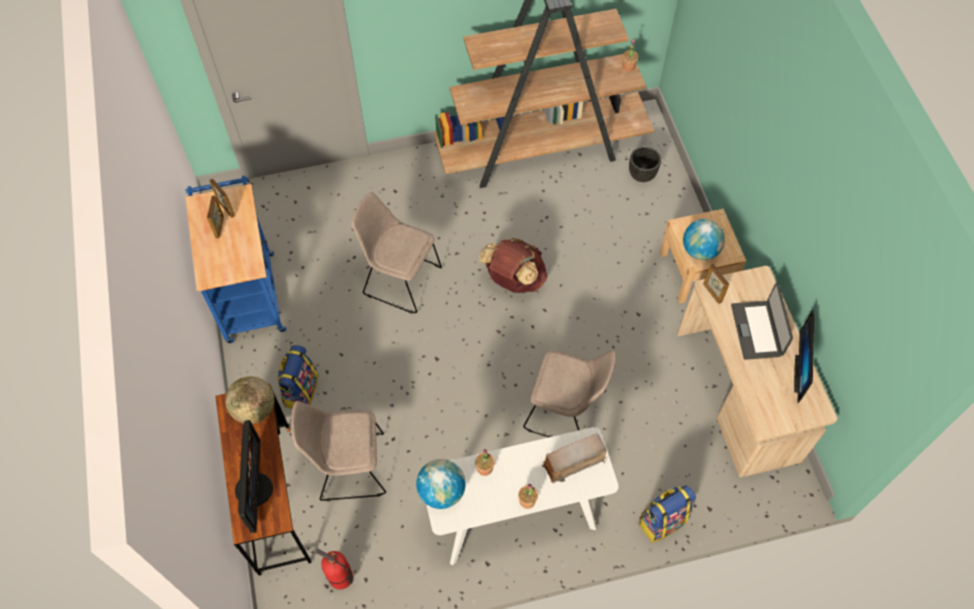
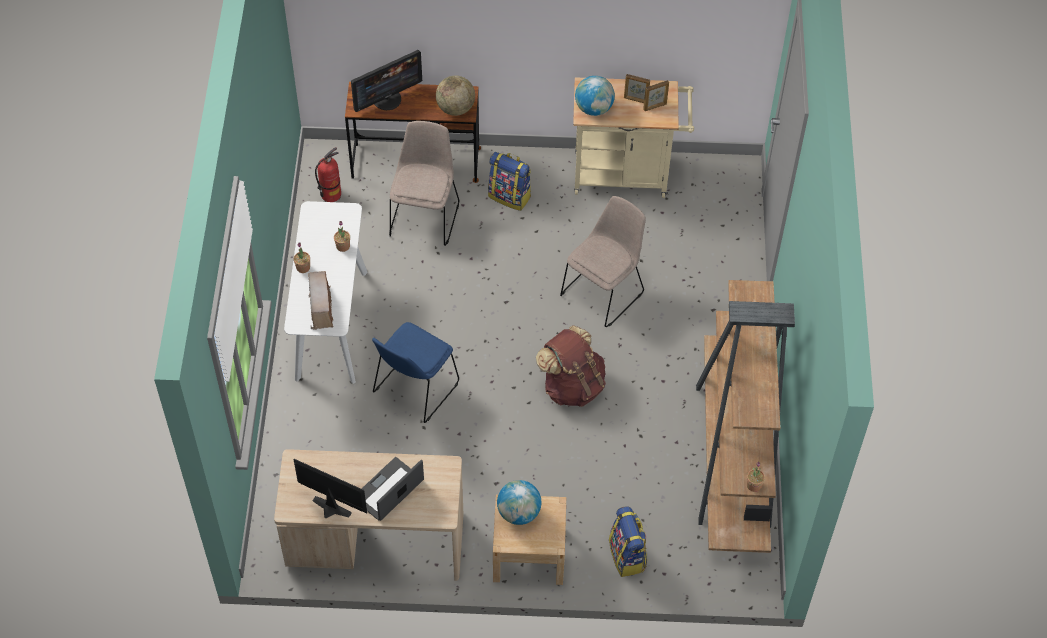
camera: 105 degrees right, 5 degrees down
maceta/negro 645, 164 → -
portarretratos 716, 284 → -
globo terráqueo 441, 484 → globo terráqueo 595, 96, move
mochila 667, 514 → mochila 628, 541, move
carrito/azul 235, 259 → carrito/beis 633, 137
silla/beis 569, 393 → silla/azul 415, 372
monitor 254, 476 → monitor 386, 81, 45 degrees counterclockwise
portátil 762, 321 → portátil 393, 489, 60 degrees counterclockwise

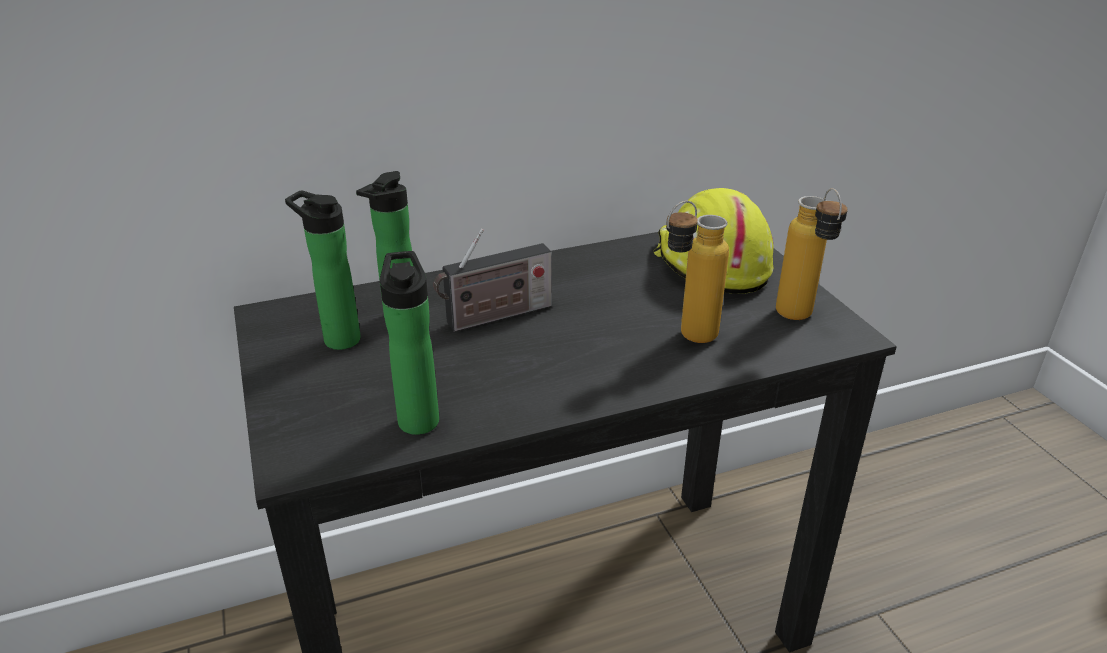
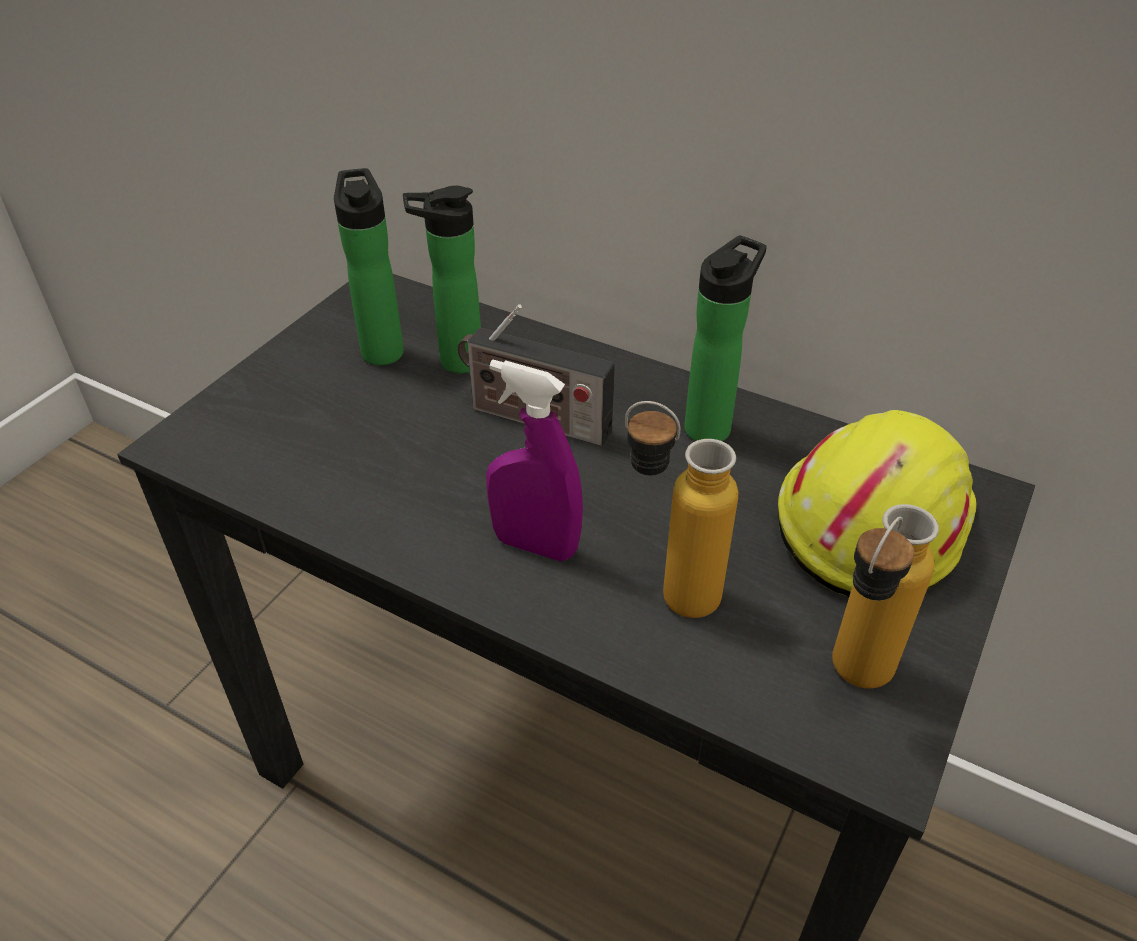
camera: 50 degrees right, 10 degrees up
- → pulverizador/morado 534, 460
botella 409, 343 → botella 725, 338, move

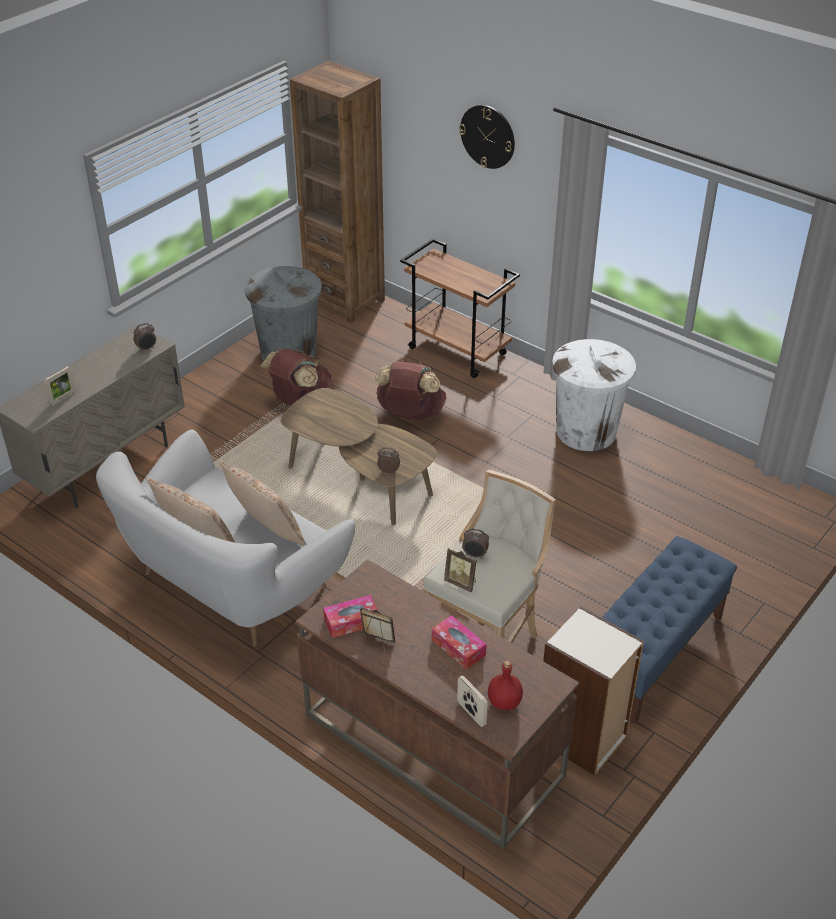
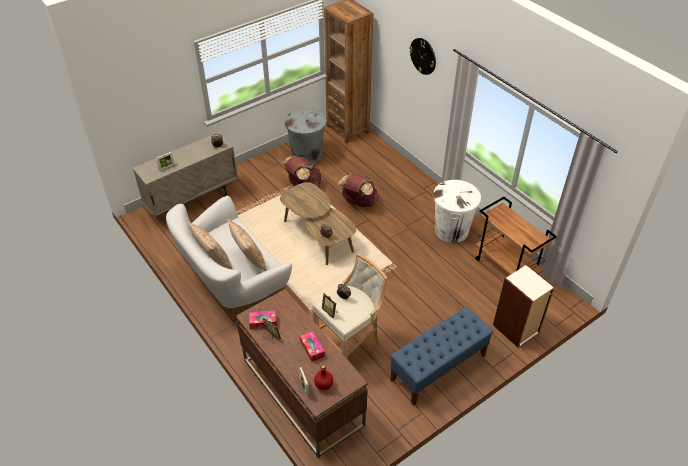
camera: 15 degrees right, 5 degrees up
carrito/marrón 460, 308 → carrito/marrón 516, 236, move
estantería 593, 691 → estantería 524, 306, move

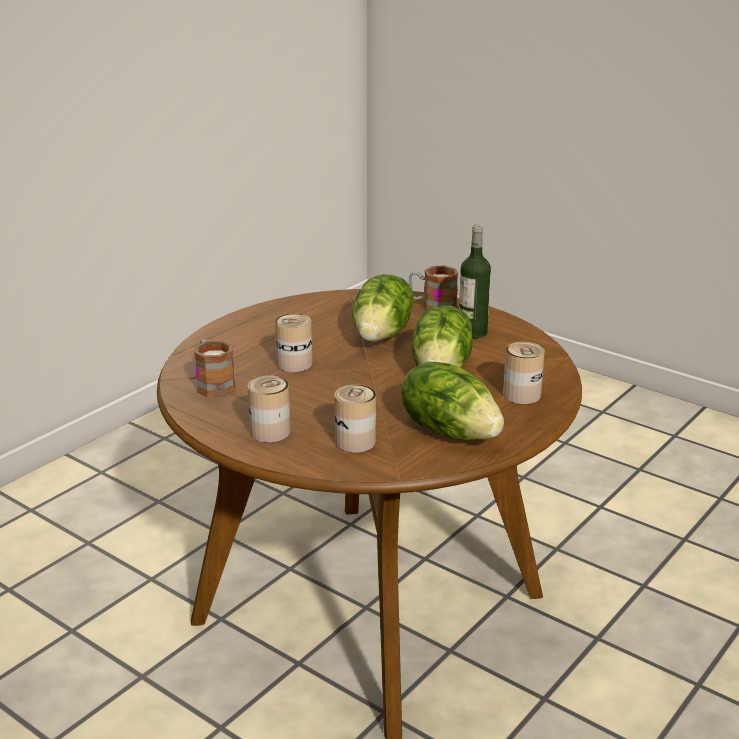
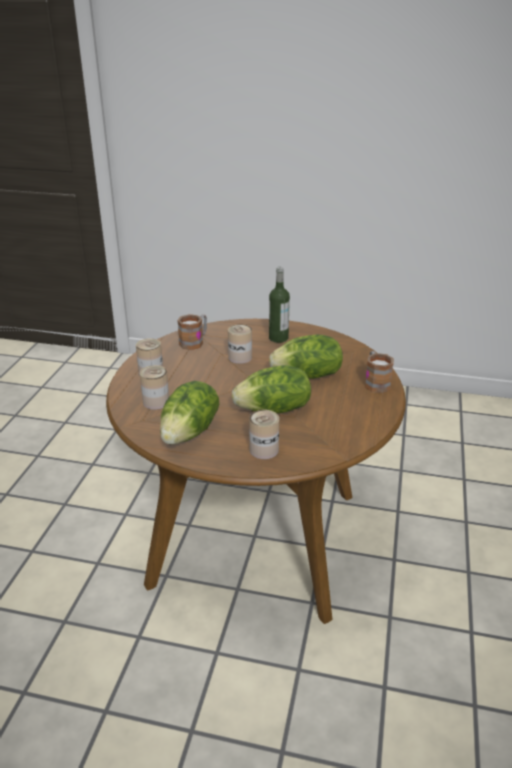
camera: 65 degrees right, 5 degrees up
botella 475, 281 → botella 279, 305, move

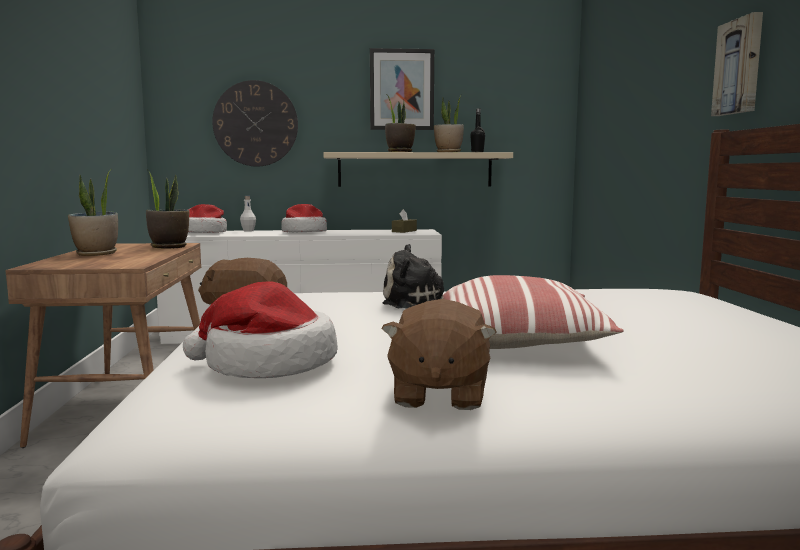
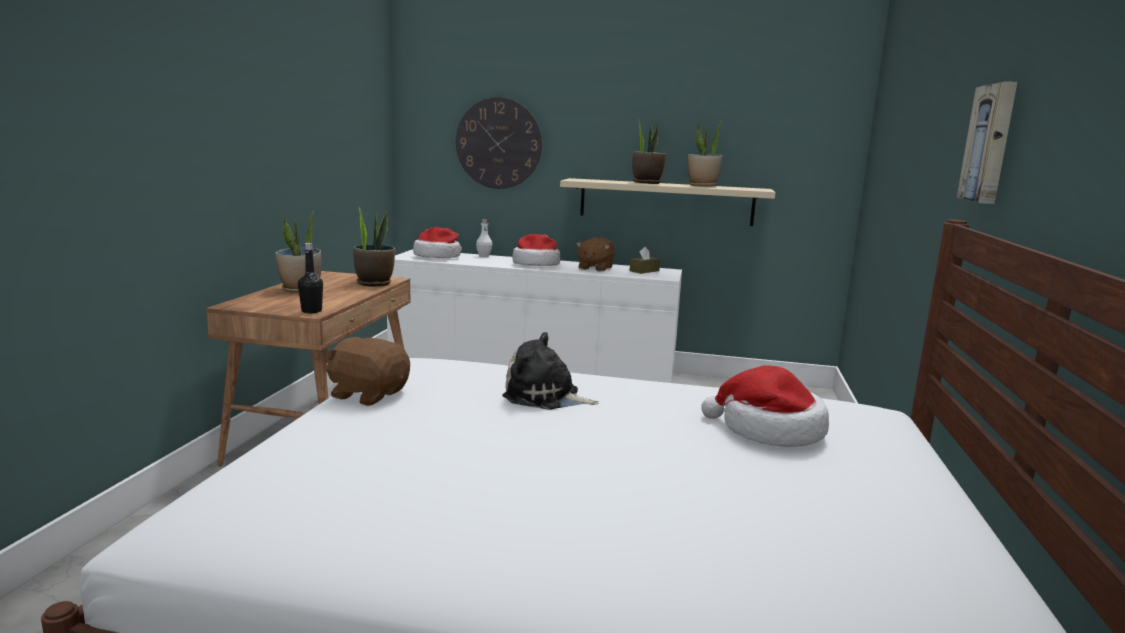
camera: 15 degrees right, 5 degrees up
cuadro 402, 89 → -
cojín 533, 312 → -
sombrero 260, 329 → sombrero 765, 406, move
peluche/marrón 439, 354 → peluche/marrón 595, 254, move
botella/negro 477, 130 → botella/negro 310, 278, move

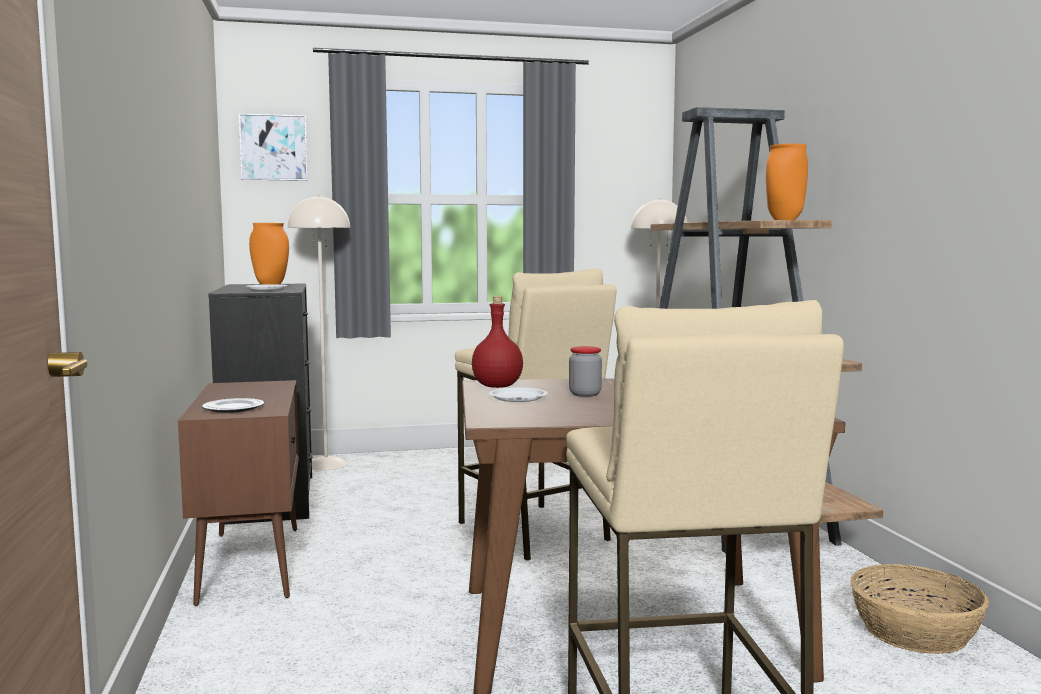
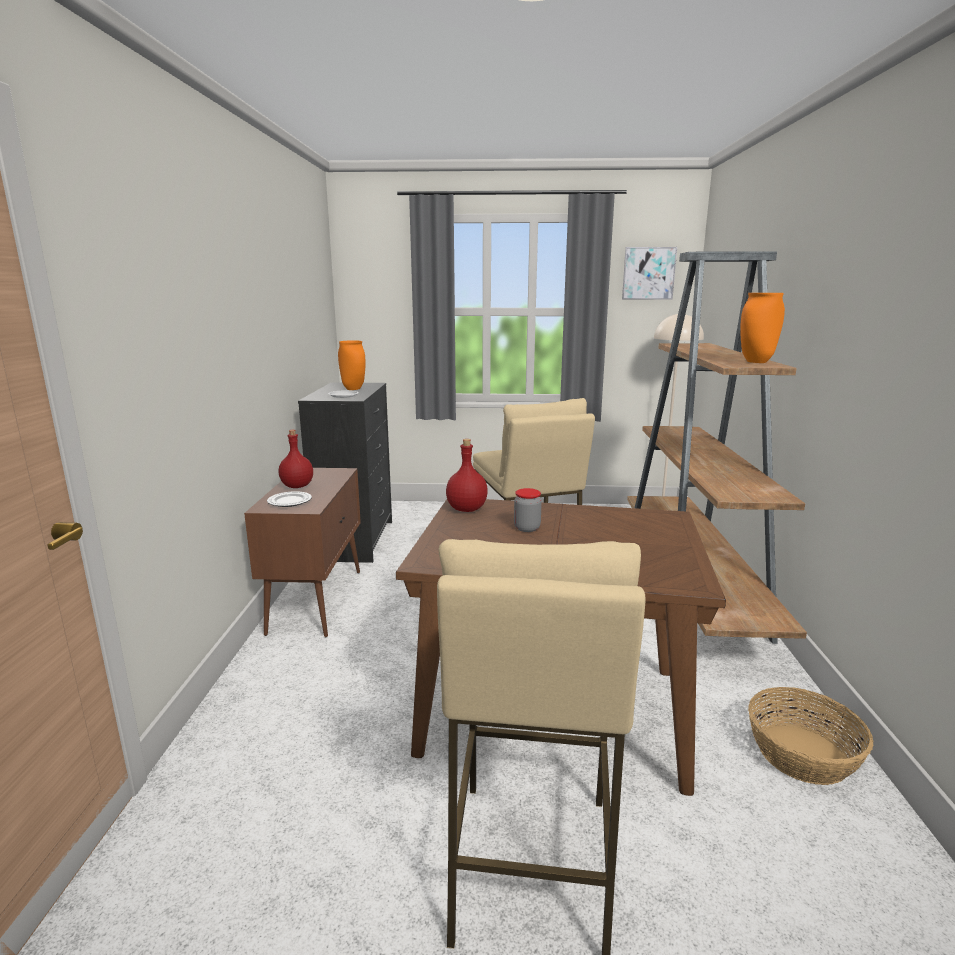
camera: 15 degrees right, 10 degrees up
lámpara de pie/beis 319, 332 → -
plato/blanco 518, 394 → -
- → botella/rojo 296, 459
cuadro 273, 147 → cuadro 649, 273, move

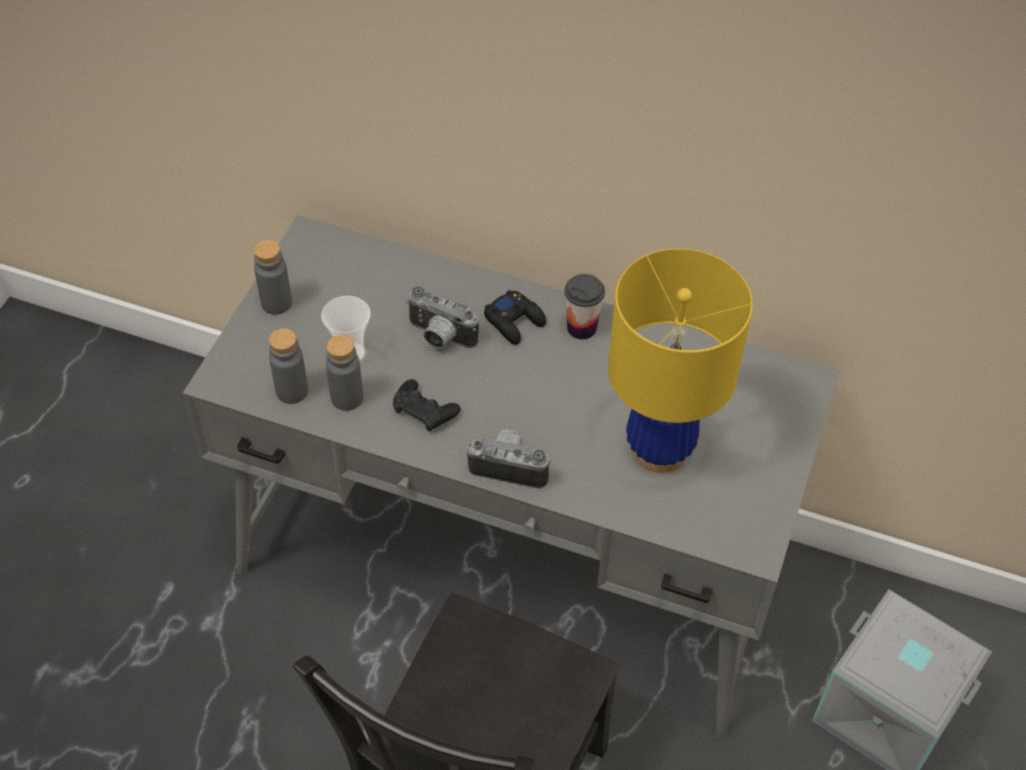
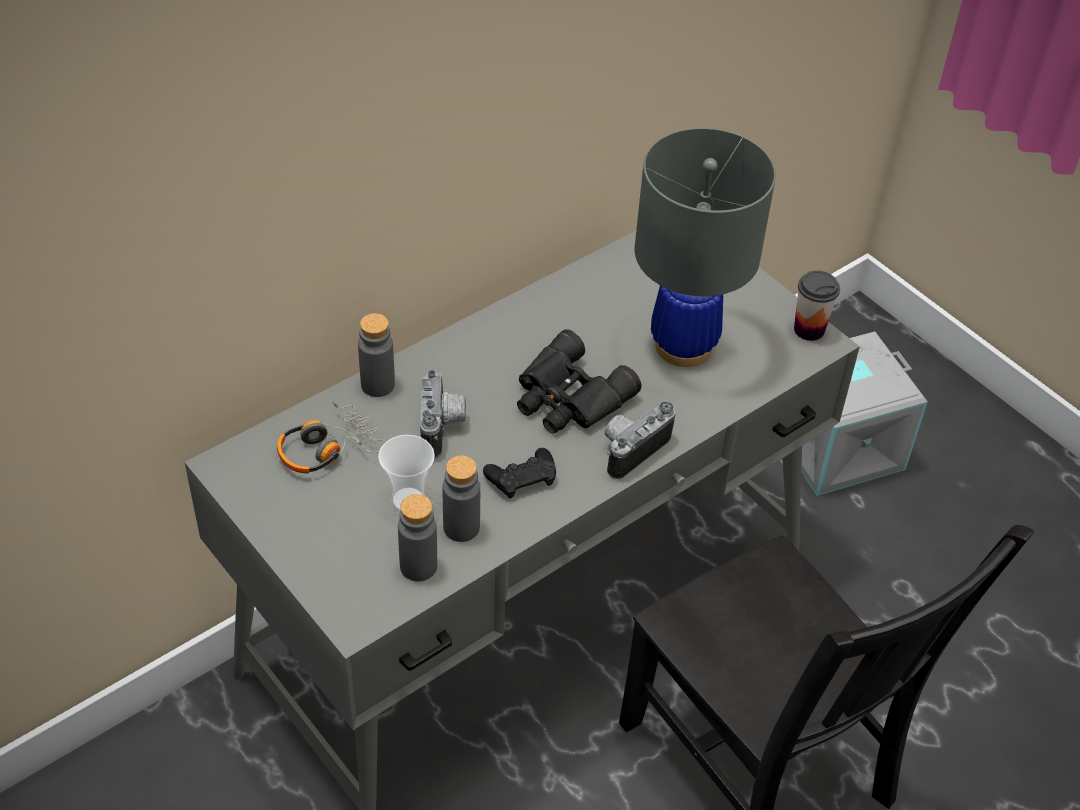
camera: 60 degrees left, 5 degrees down
mando de consola/negro 515, 317 → -
- → auriculares 331, 437
- → prismáticos/negro 579, 381
botella/gris 273, 277 → botella/gris 376, 355, move
taza 584, 307 → taza 817, 305, move
lámpara de mesa/amarillo 680, 361 → lámpara de mesa/gris 705, 247
cámara 442, 317 → cámara 443, 414, 60 degrees counterclockwise

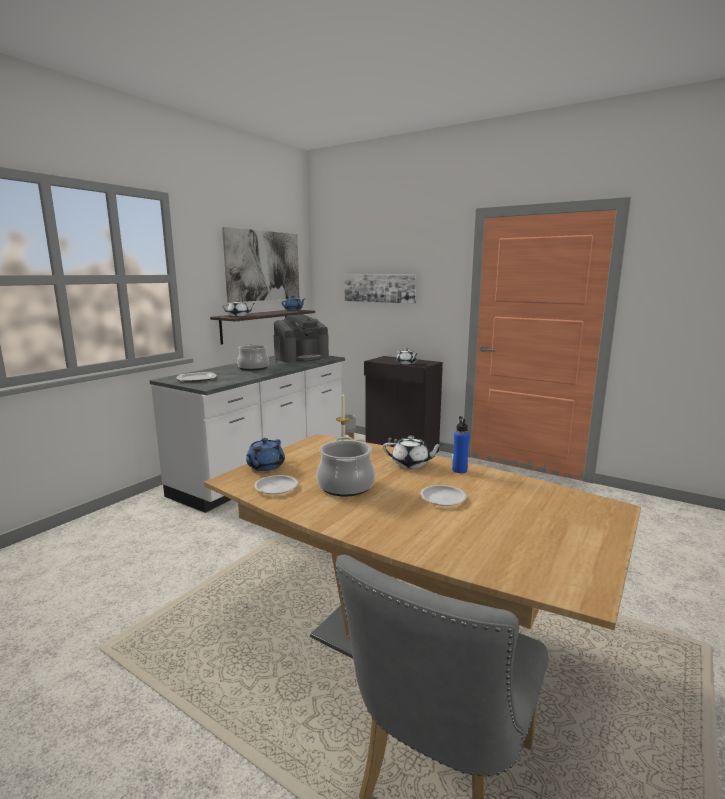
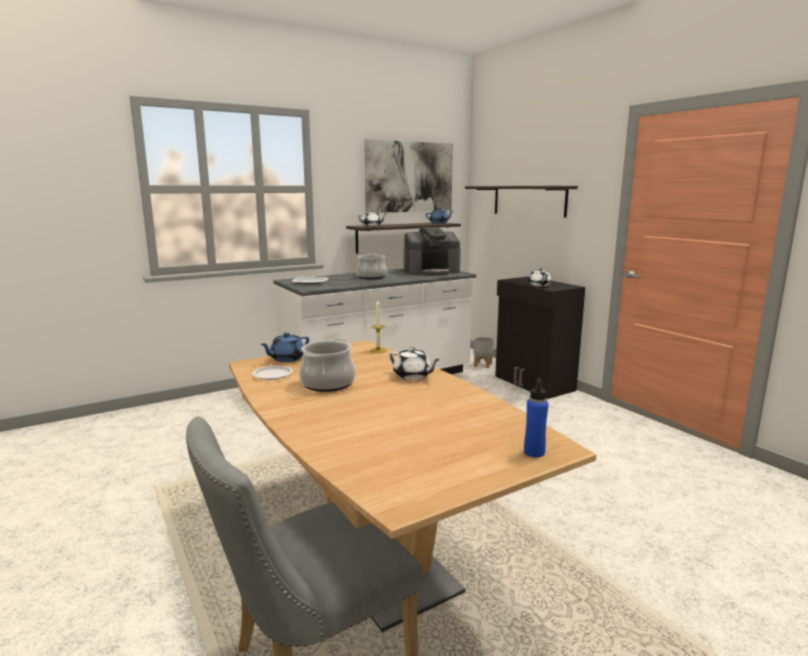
camera: 25 degrees right, 0 degrees up
plato/blanco 444, 495 → -
botella/azul 460, 444 → botella/azul 536, 418, move
cuadro 380, 289 → estante 521, 202

